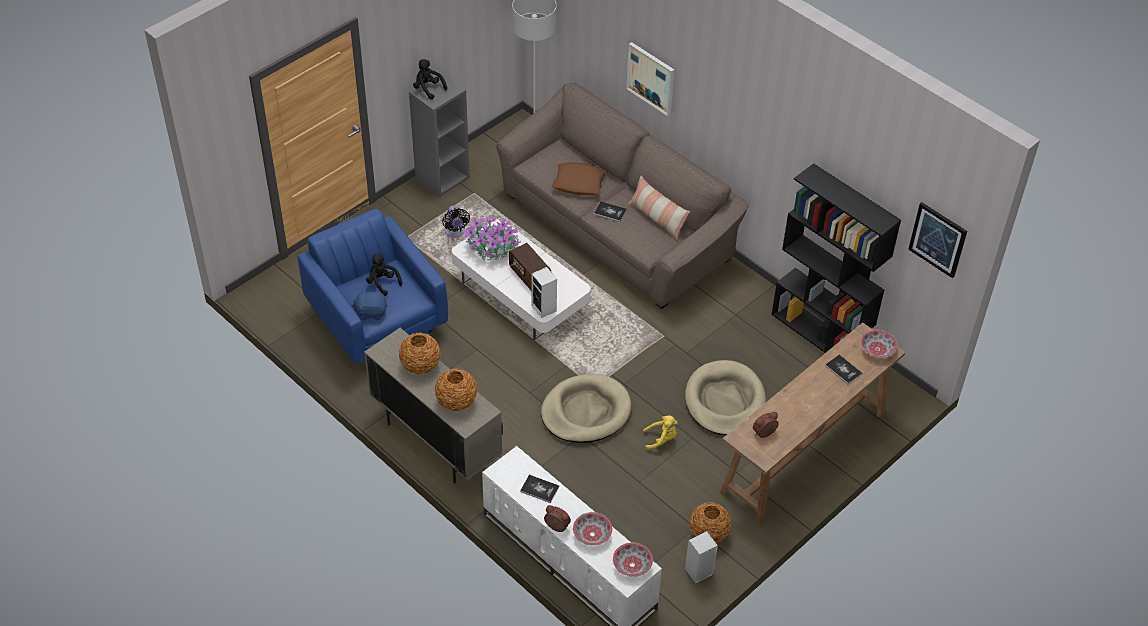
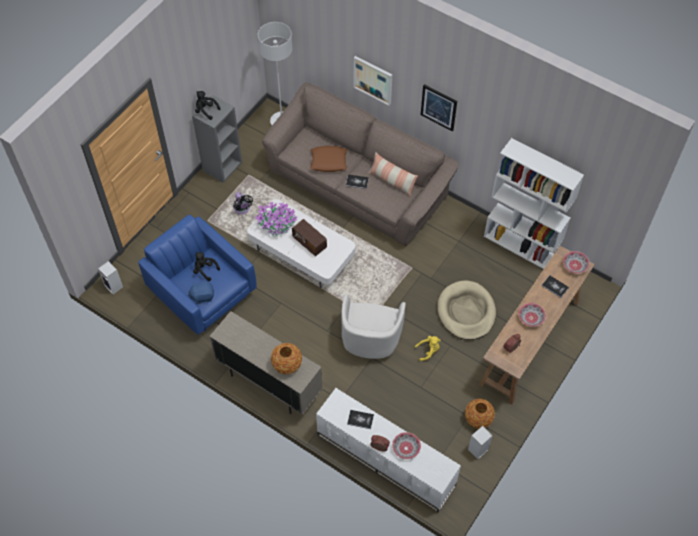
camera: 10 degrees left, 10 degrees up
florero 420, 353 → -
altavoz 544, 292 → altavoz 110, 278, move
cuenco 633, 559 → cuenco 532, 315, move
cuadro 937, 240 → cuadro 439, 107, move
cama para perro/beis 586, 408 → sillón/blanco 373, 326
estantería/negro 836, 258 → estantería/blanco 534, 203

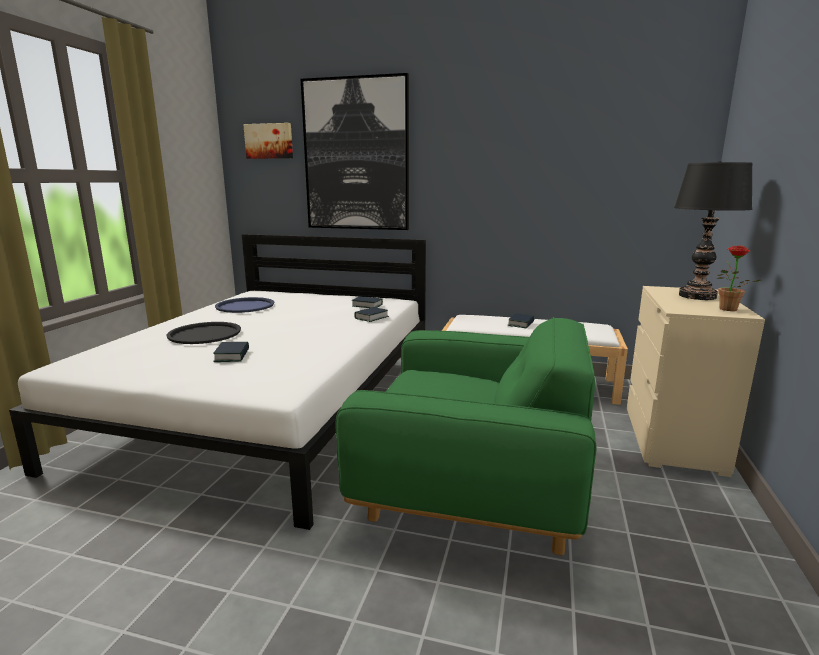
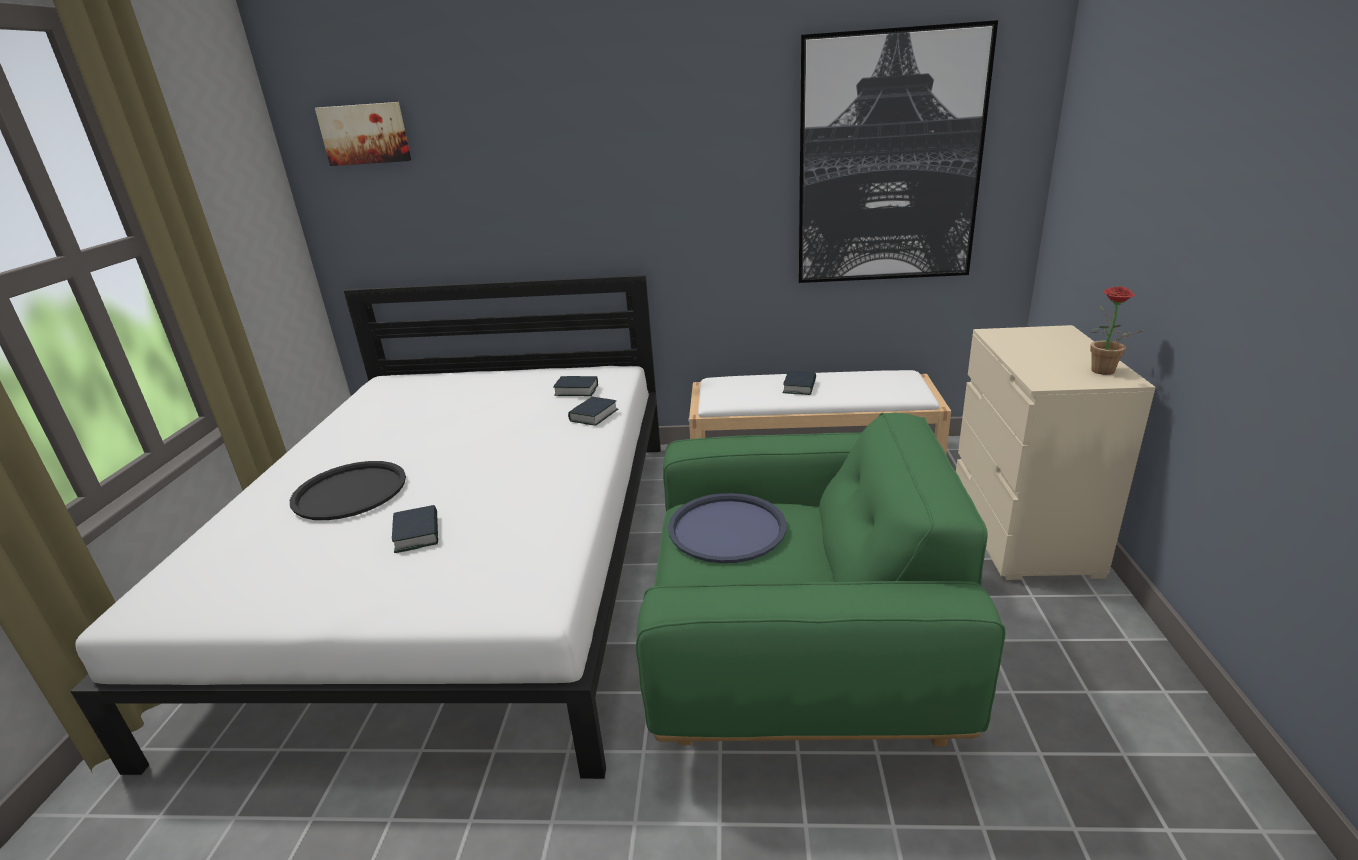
camera: 10 degrees left, 10 degrees up
lámpara de mesa/negro 713, 230 → -
bandeja/azul 244, 305 → bandeja/azul 727, 528, move
cuadro 355, 151 → cuadro 898, 151, move

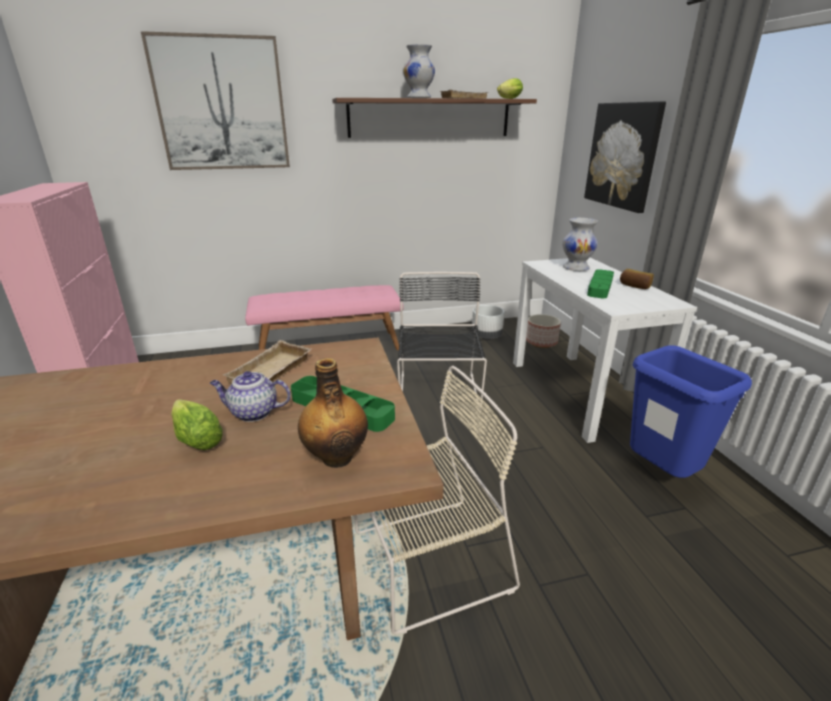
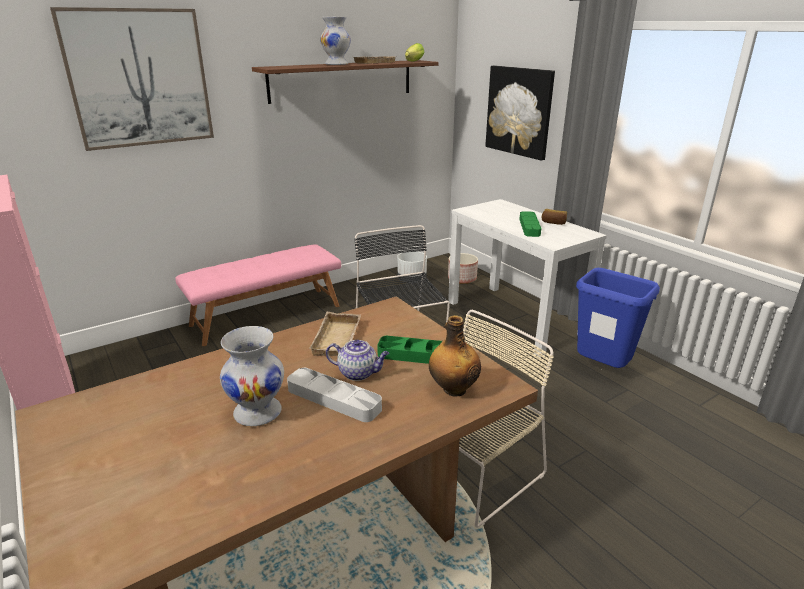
camera: 20 degrees left, 0 degrees up
florero/blanco 580, 244 → florero/blanco 252, 376, move
lechuga 197, 424 → bandeja/gris 334, 395
tetera 250, 396 → tetera 357, 360, 150 degrees counterclockwise

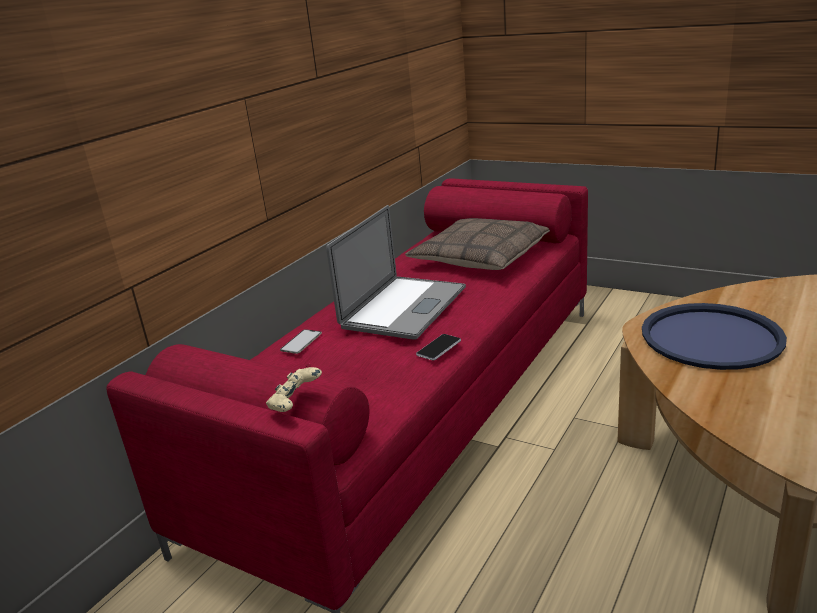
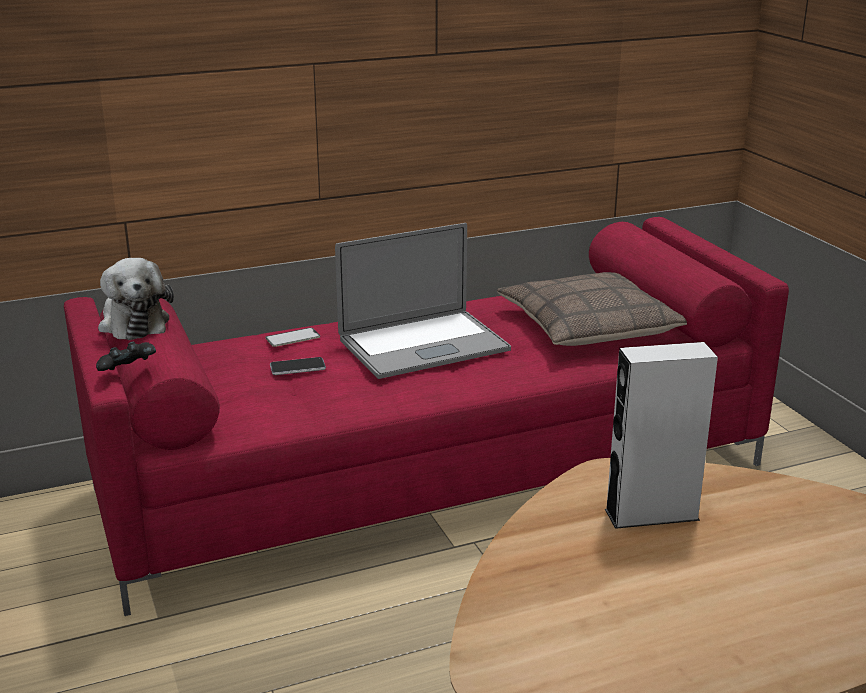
camera: 35 degrees right, 0 degrees up
- → peluche 136, 299
móvil 438, 347 → móvil 298, 366, move
bandeja/azul 714, 336 → altavoz/gris 661, 435
mando de consola/beis 294, 389 → mando de consola/negro 126, 356

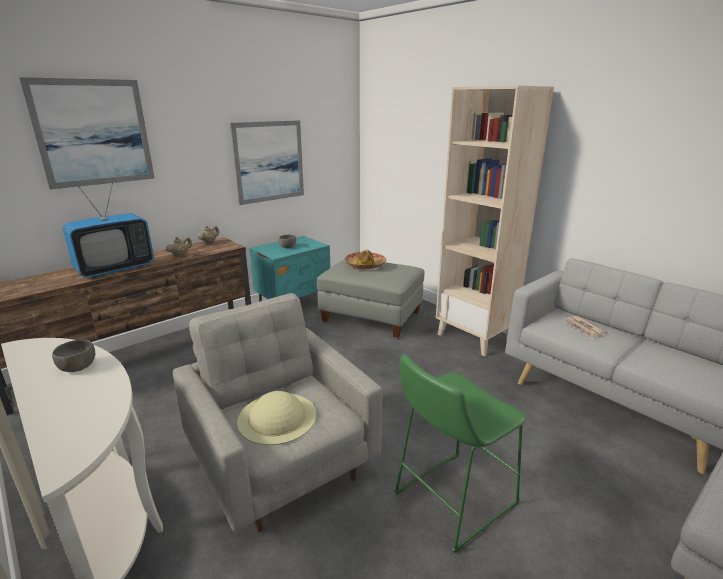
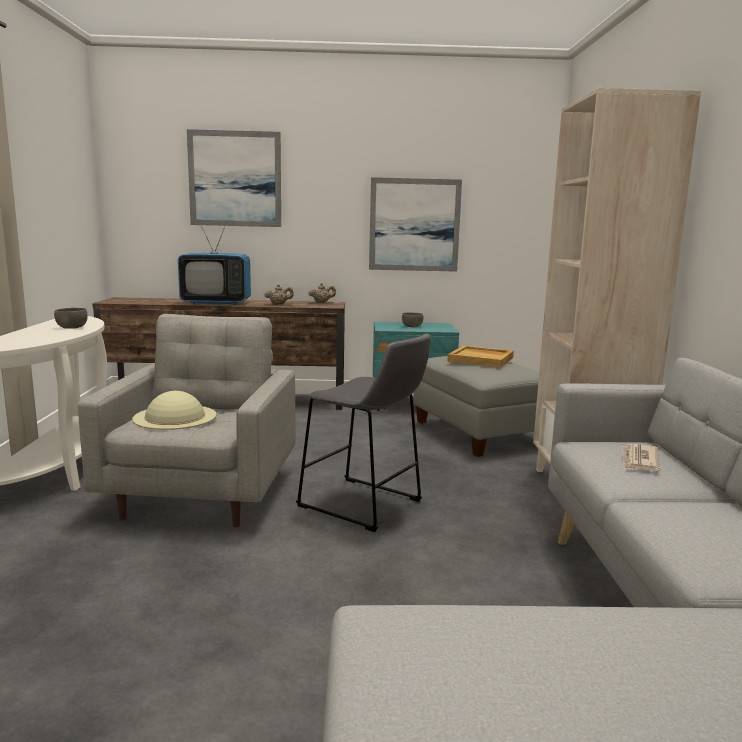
camera: 40 degrees right, 10 degrees down
taburete/verde 460, 453 → -
- → taburete/gris 363, 433
sombrero 366, 259 → bandeja/beis 480, 356

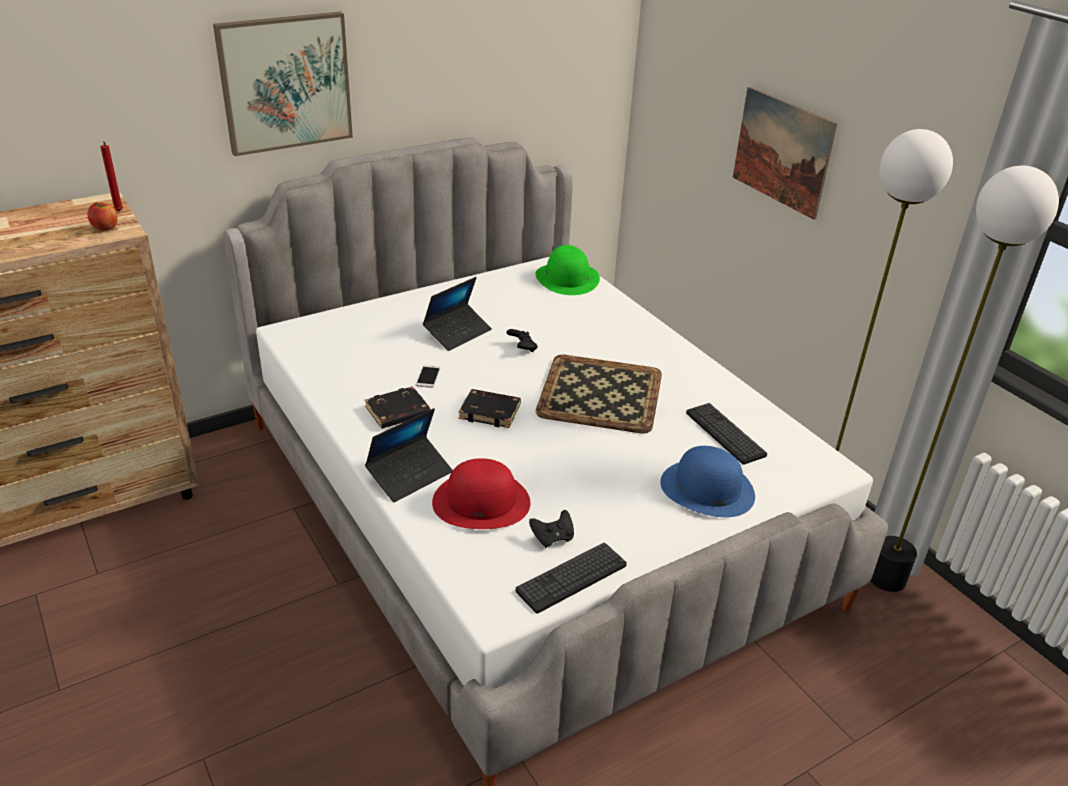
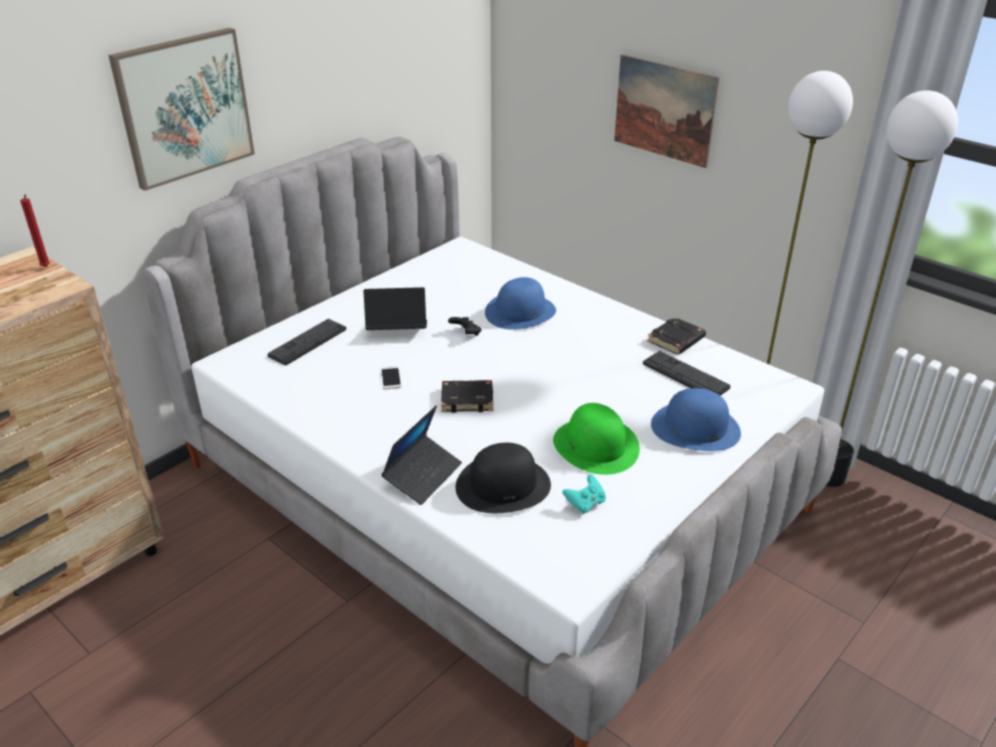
camera: 15 degrees left, 0 degrees up
manzana 102, 216 → -
bandeja 599, 394 → -
- → sombrero/azul 520, 303
libro/negro 398, 407 → libro/negro 676, 336, move
teclado 571, 578 → teclado 307, 342, move
sombrero/verde 568, 270 → sombrero/verde 596, 439, move
sombrero/rojo 481, 493 → sombrero/negro 503, 478
mando de consola/negro 551, 529 → mando de consola/turquesa 584, 494
portátil 457, 314 → portátil 395, 308, 120 degrees counterclockwise

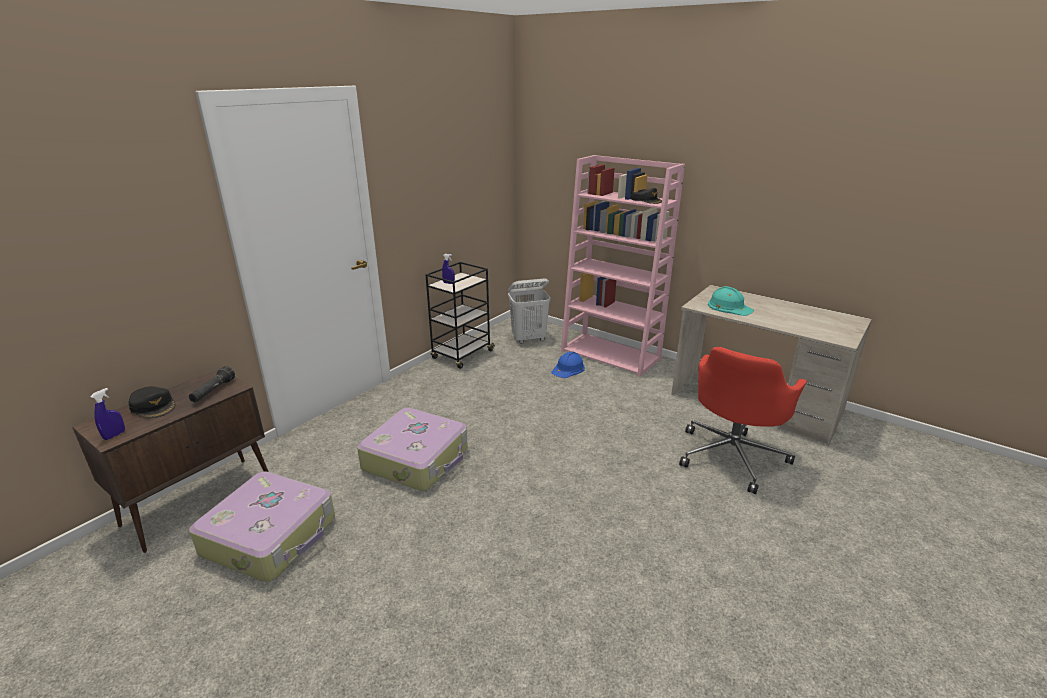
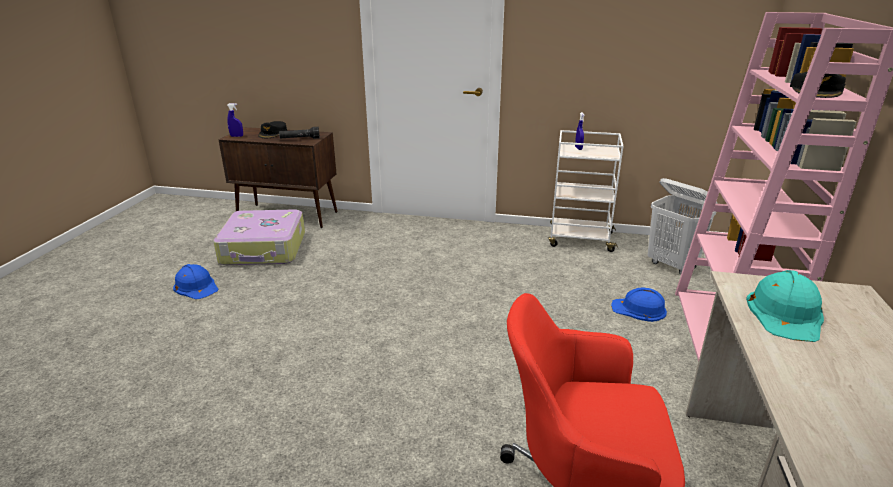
camera: 65 degrees right, 0 degrees up
maleta 412, 449 → -
- → casco/azul 195, 281
carrito/negro 460, 315 → carrito/blanco 586, 191

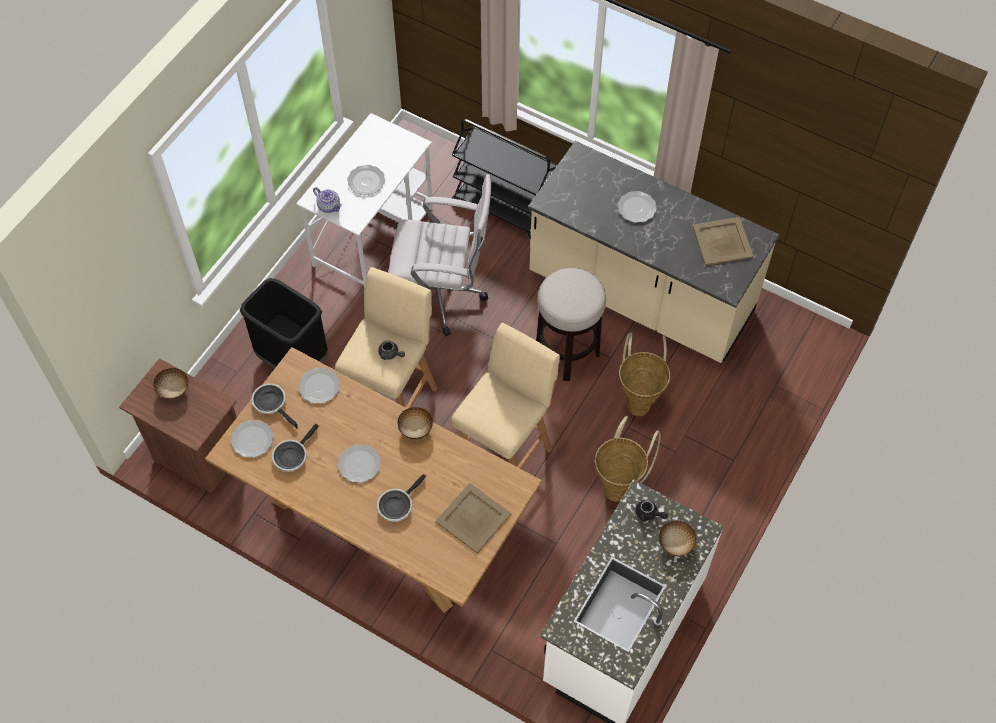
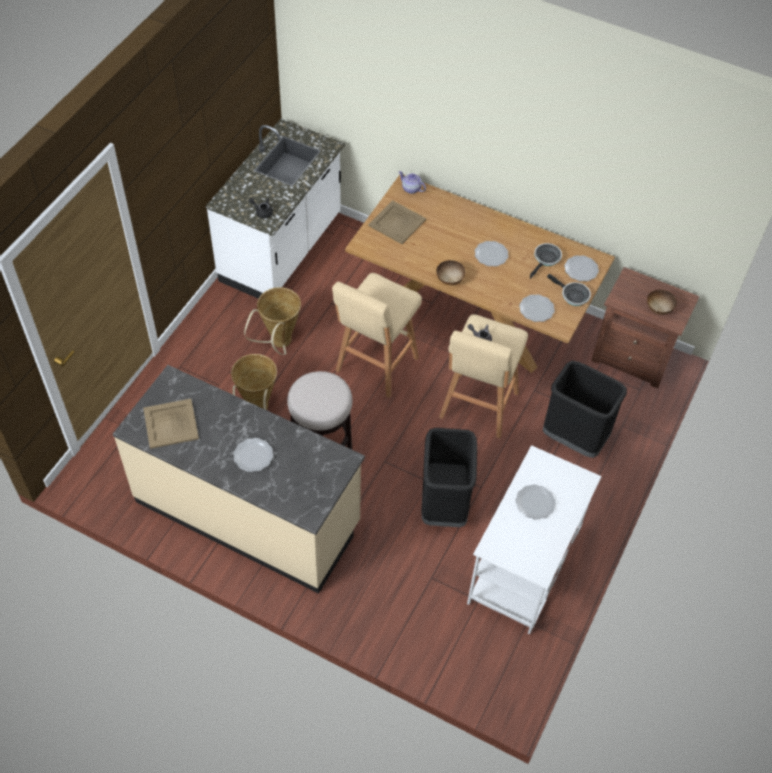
camera: 175 degrees right, 5 degrees down
sartén 401, 498 → -
carrito/negro 504, 179 → -
cuenco 678, 538 → -
tetera 327, 200 → tetera 412, 182, move
silla de oficina/blanco 439, 255 → papelera/negro 449, 477

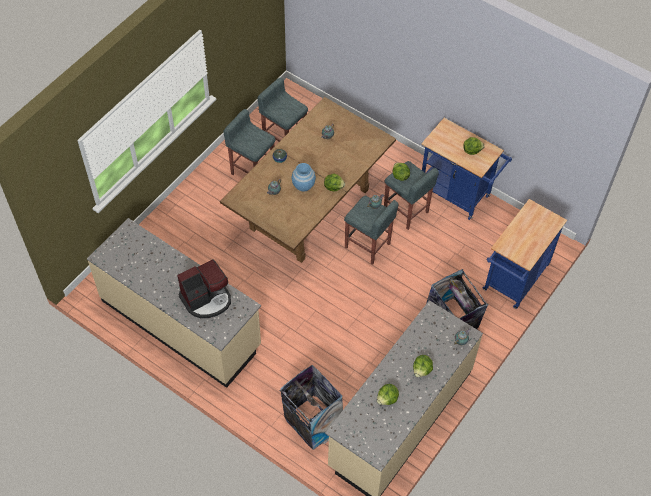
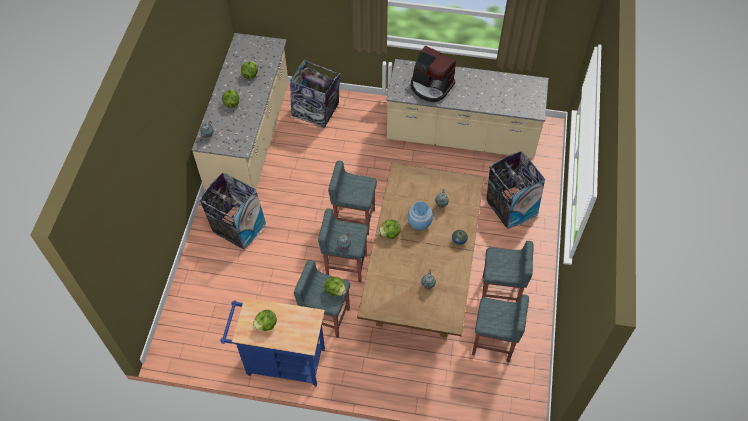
camera: 155 degrees right, 0 degrees up
carrito/azul 525, 254 → -
- → taburete/gris 352, 198
- → papelera 515, 190
cafetera 204, 288 → cafetera 433, 74, 90 degrees counterclockwise

